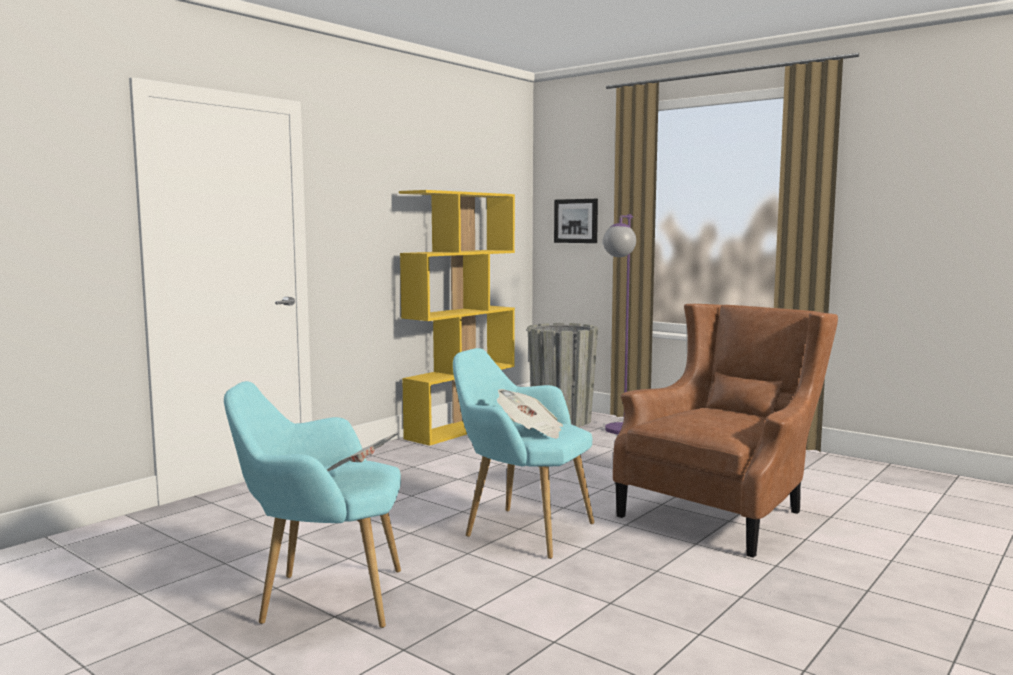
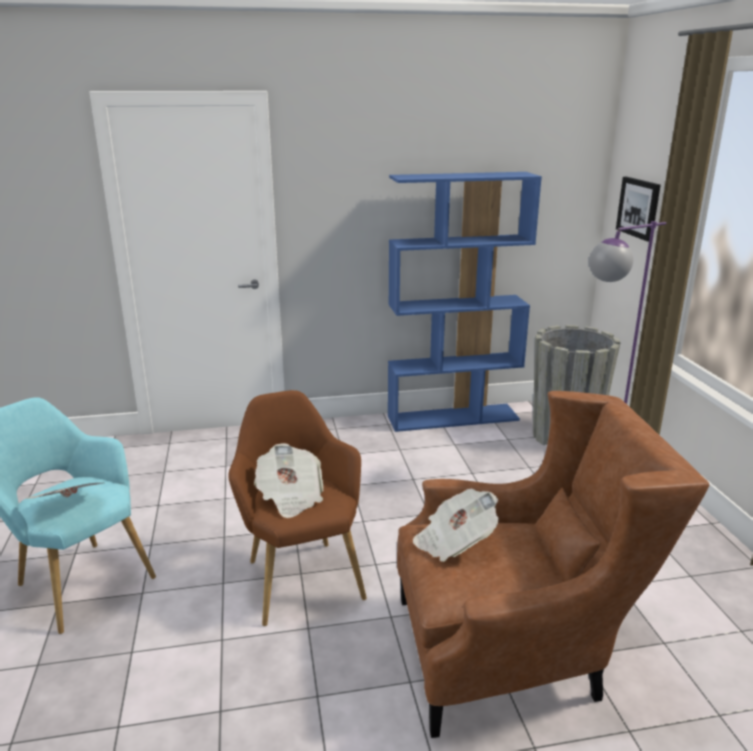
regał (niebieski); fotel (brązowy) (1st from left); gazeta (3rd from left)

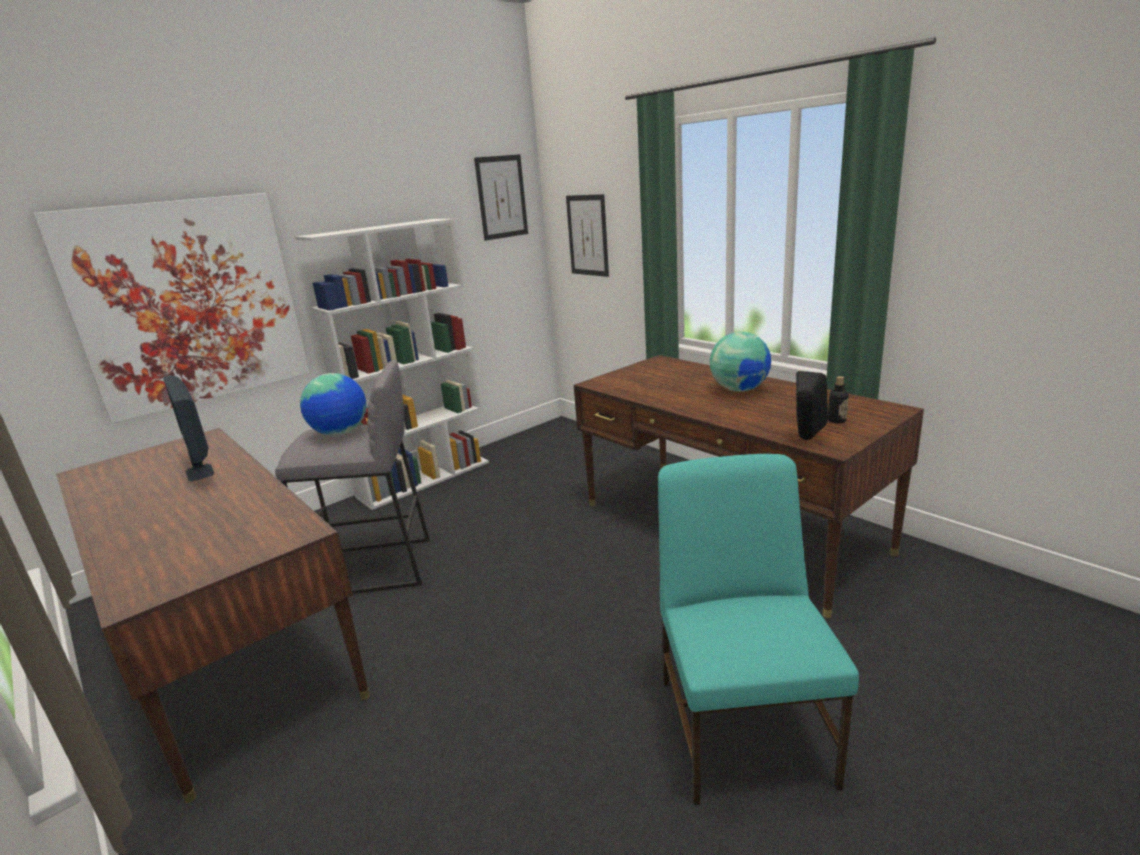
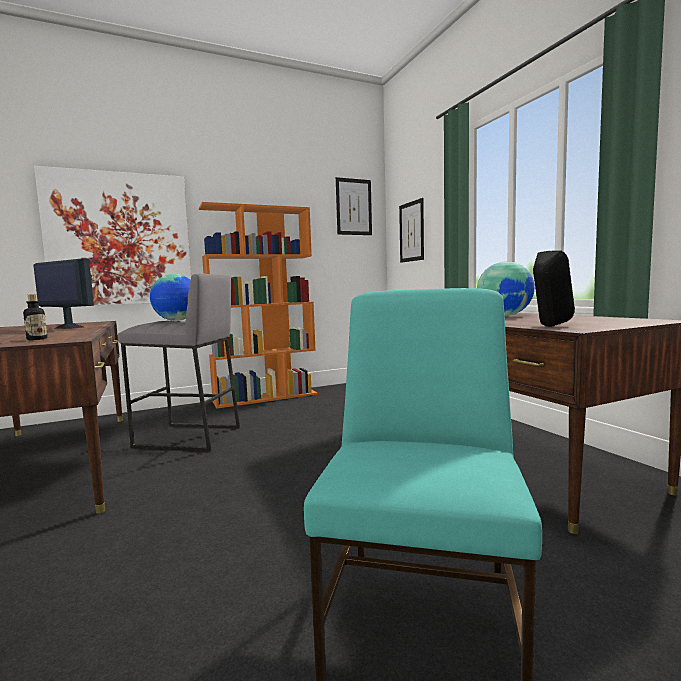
monitor; regał (pomarańczowy); butelka

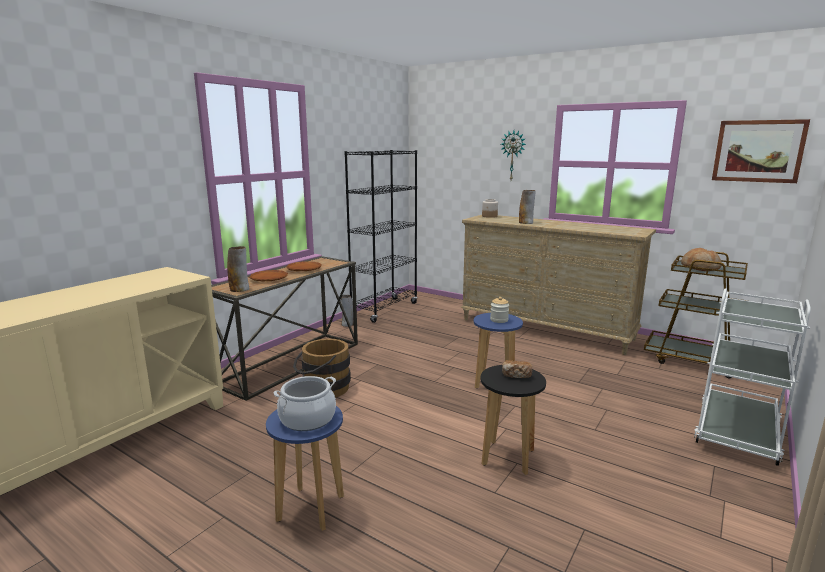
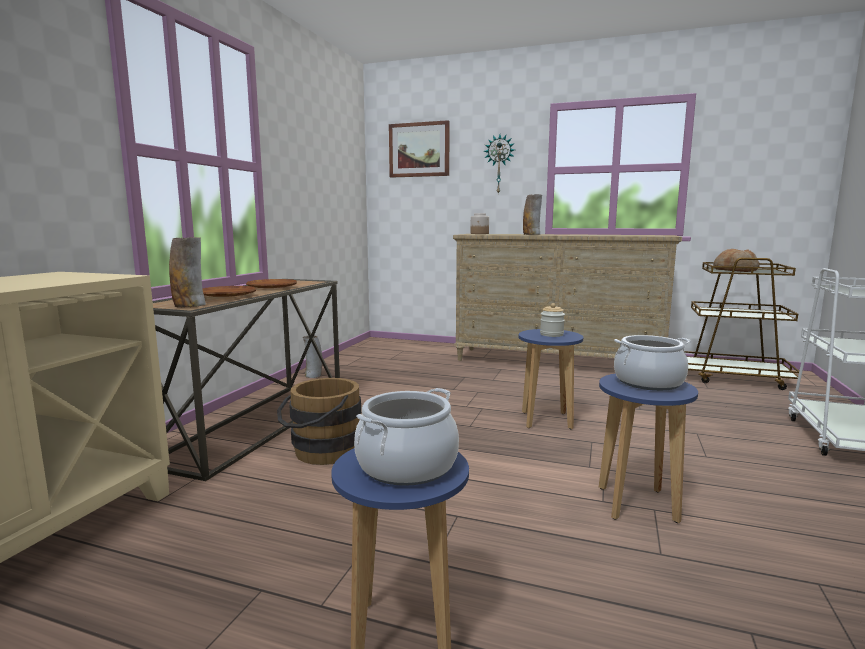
regał (czarny); stołek (niebieski) (3rd from left); garnek (2nd from left); obraz

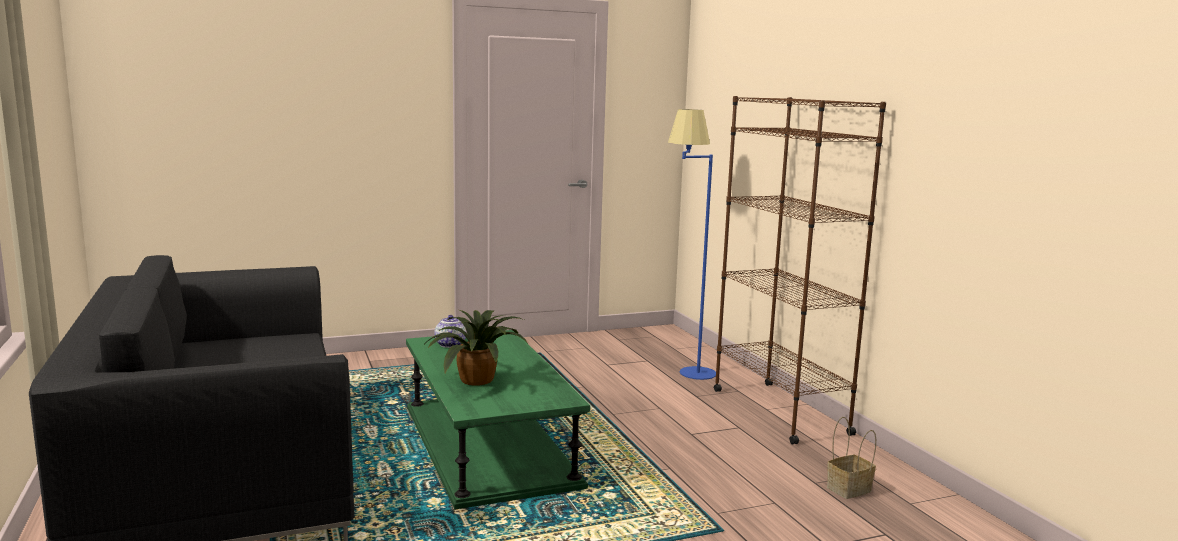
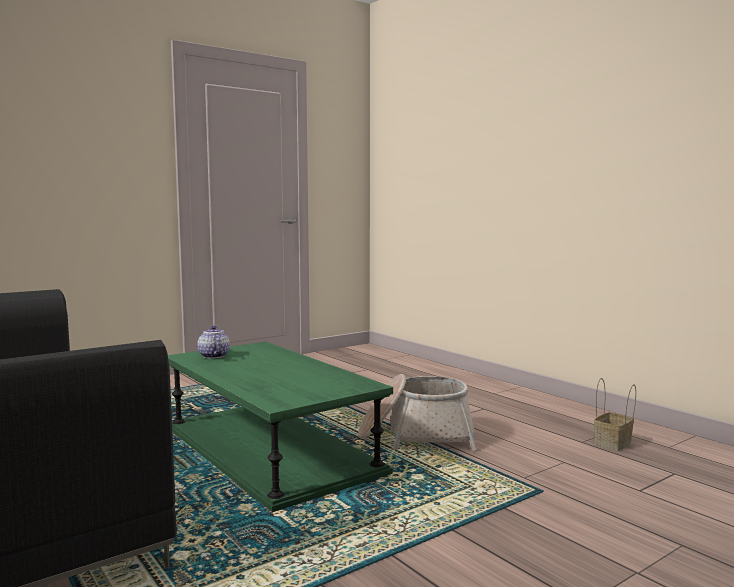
roślina doniczkowa; lampa stojąca (niebieski); regał (brązowy); koszyk (1st from left)

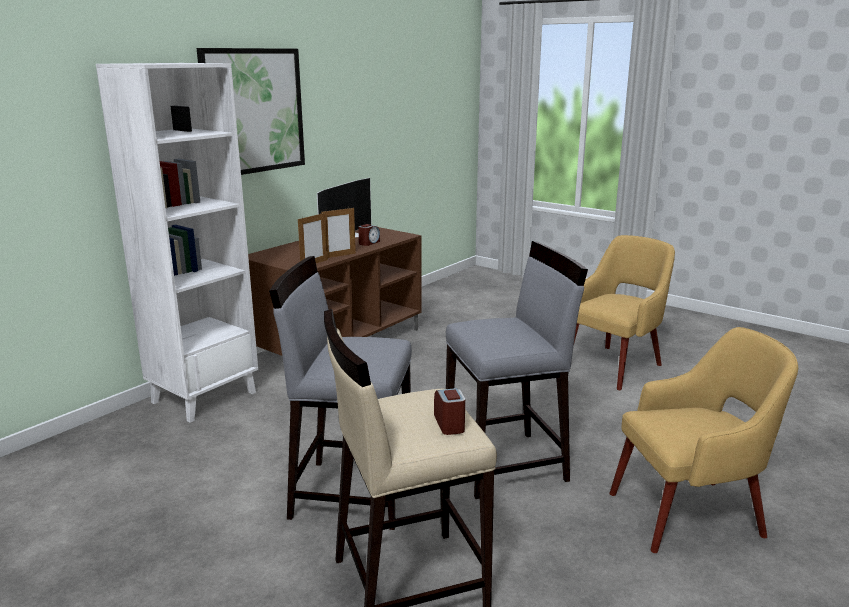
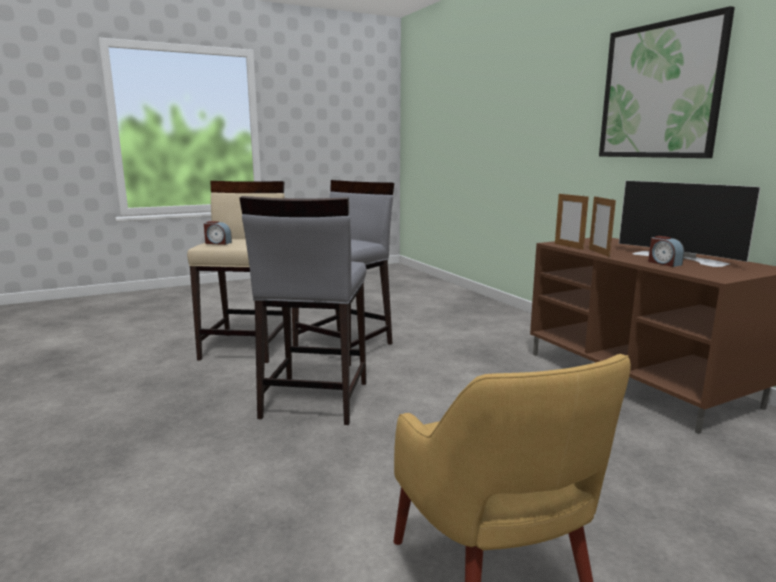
regał (biały); fotel (żółty) (2nd from left in the first image)

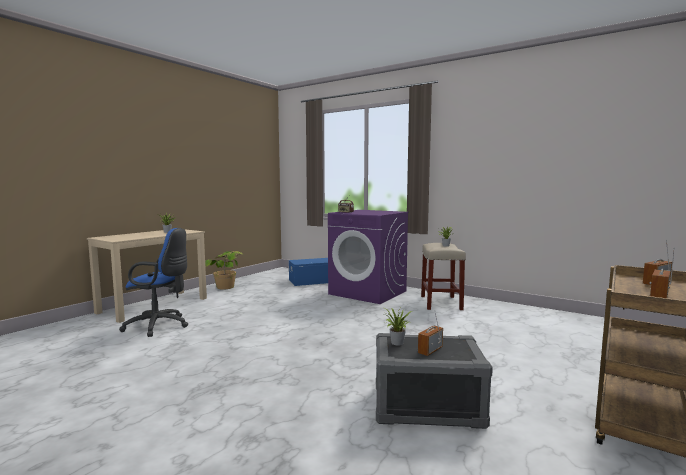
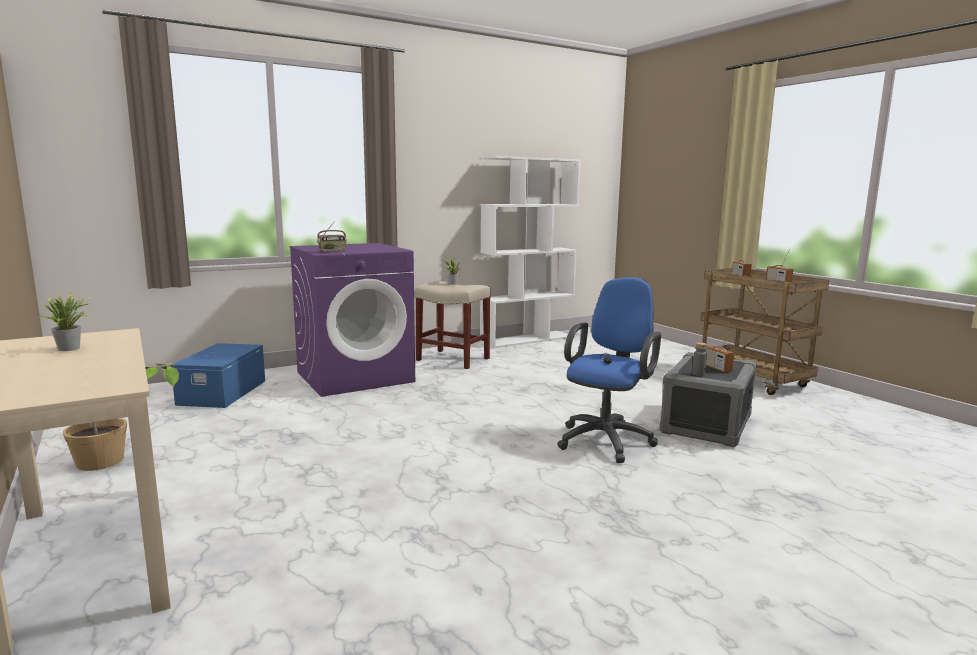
krzesło biurowe (niebieski); butelka (szary); regał (biały)

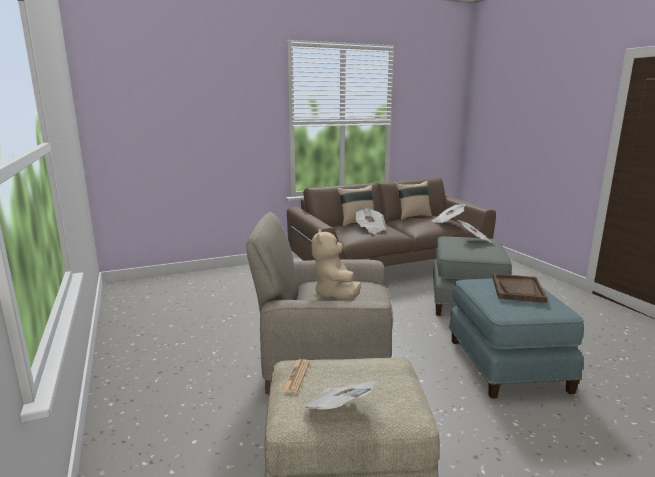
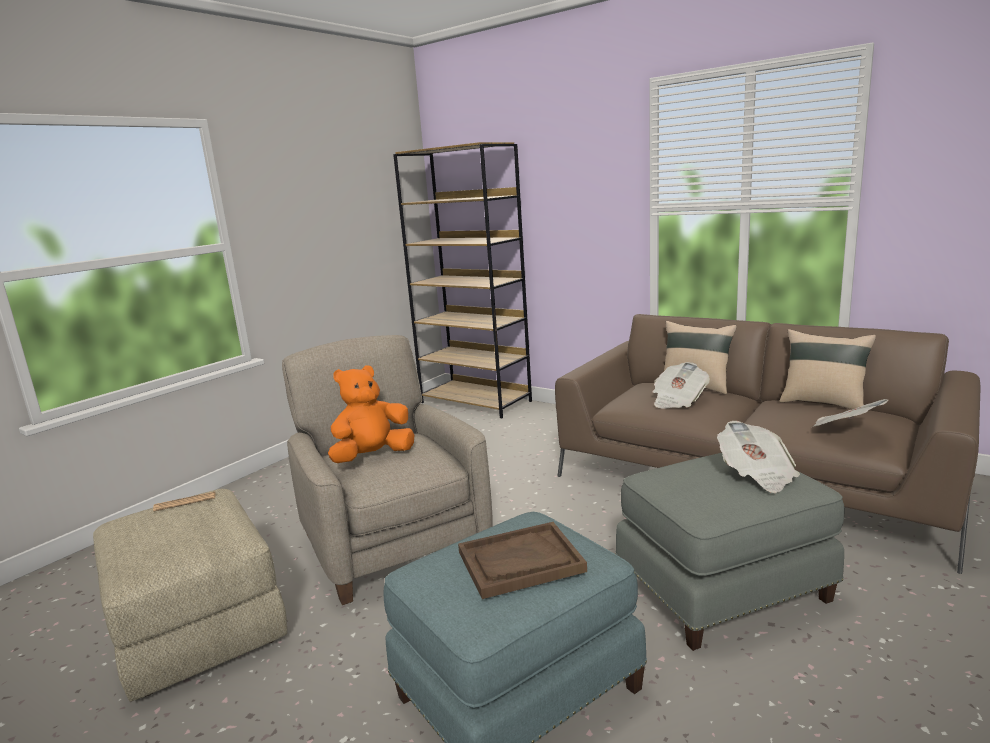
gazeta (2nd from left in the first image); pluszak (pomarańczowy); regał (brązowy)

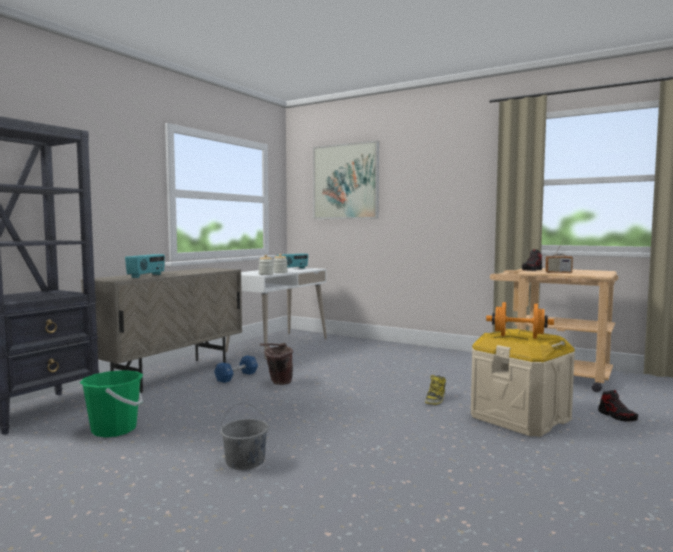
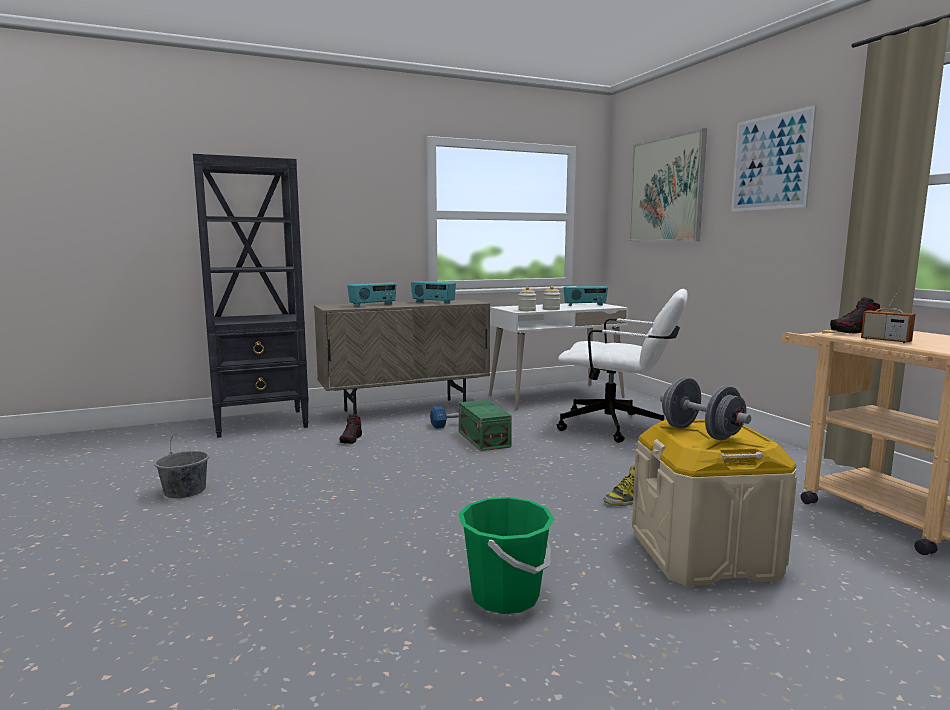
wiadro (zielony); wiadro (szary); pojemnik do przechowywania (zielony); hantel (szary); but (1st from left); radio (2nd from left); krzesło biurowe (biały); obraz (2nd from left)

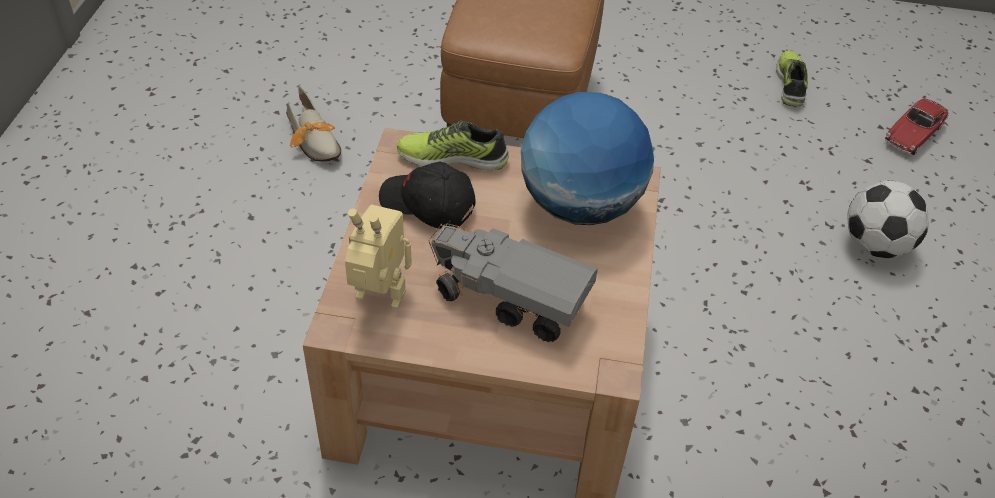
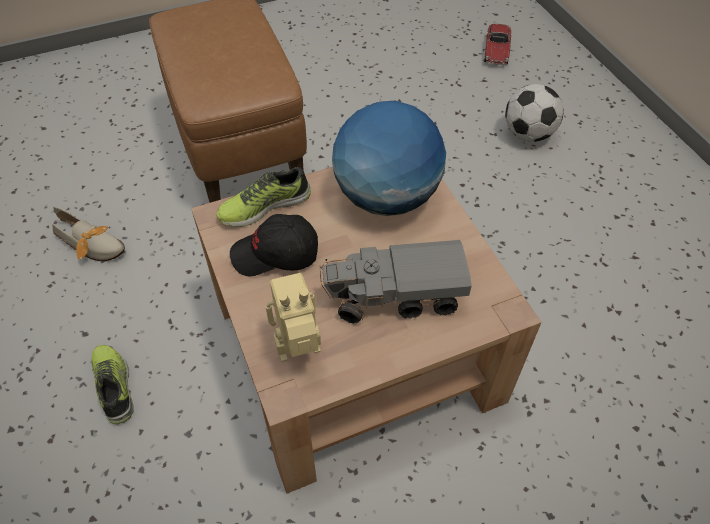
but (2nd from left)

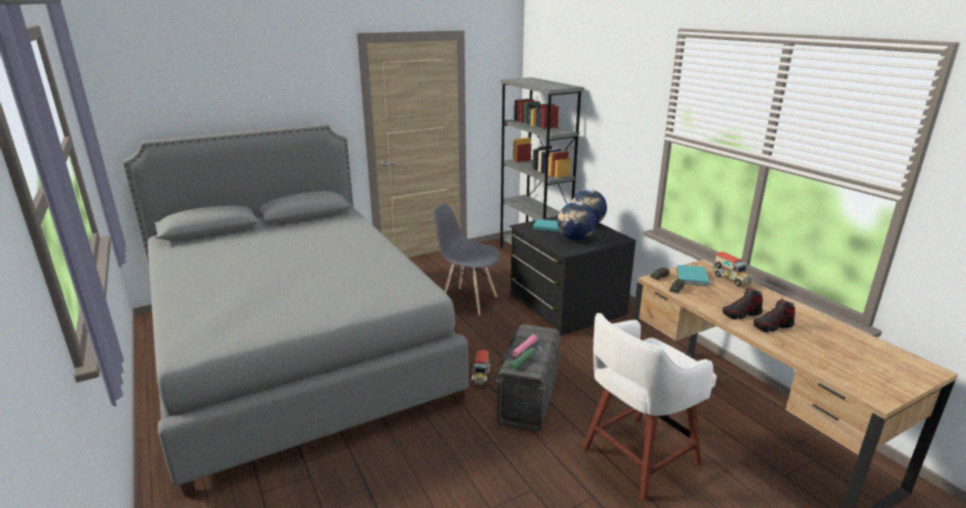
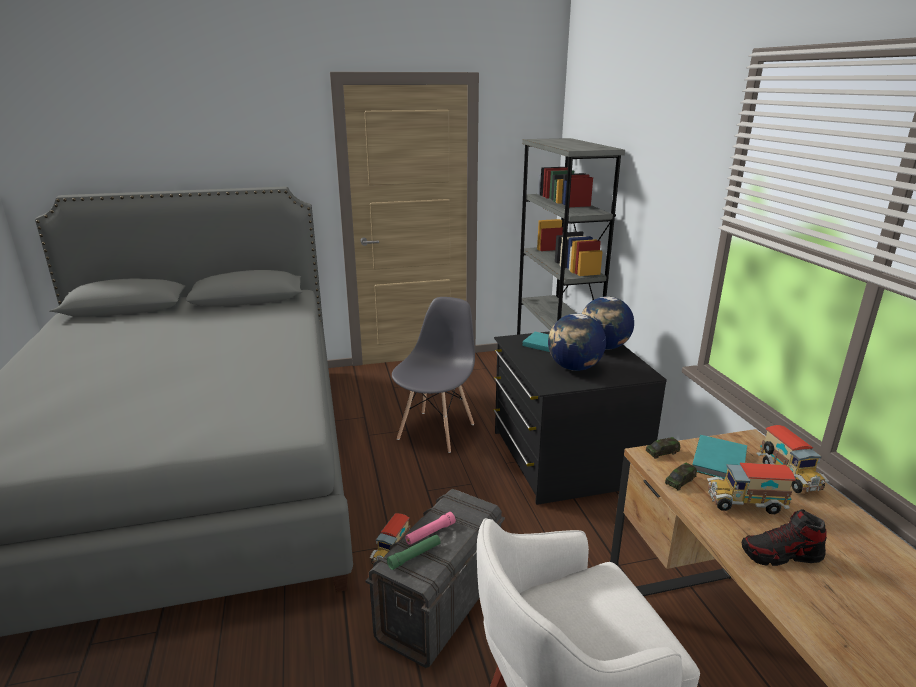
krzesło (szary); but (2nd from left in the first image); ciężarówka zabawkowa (2nd from left)

